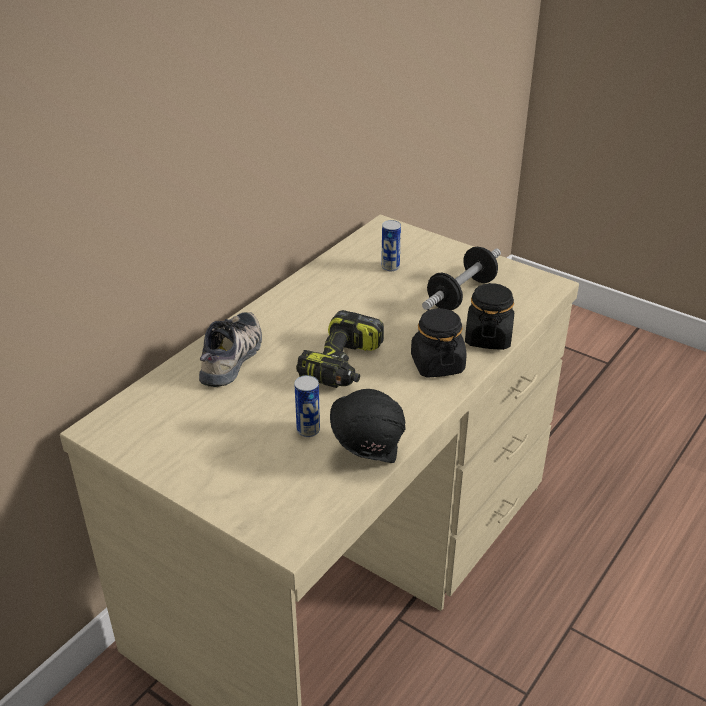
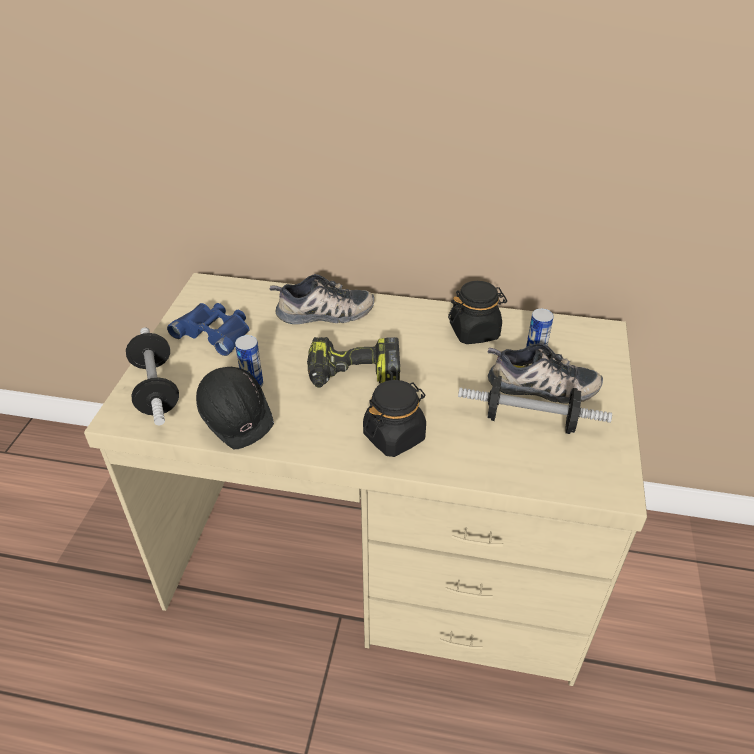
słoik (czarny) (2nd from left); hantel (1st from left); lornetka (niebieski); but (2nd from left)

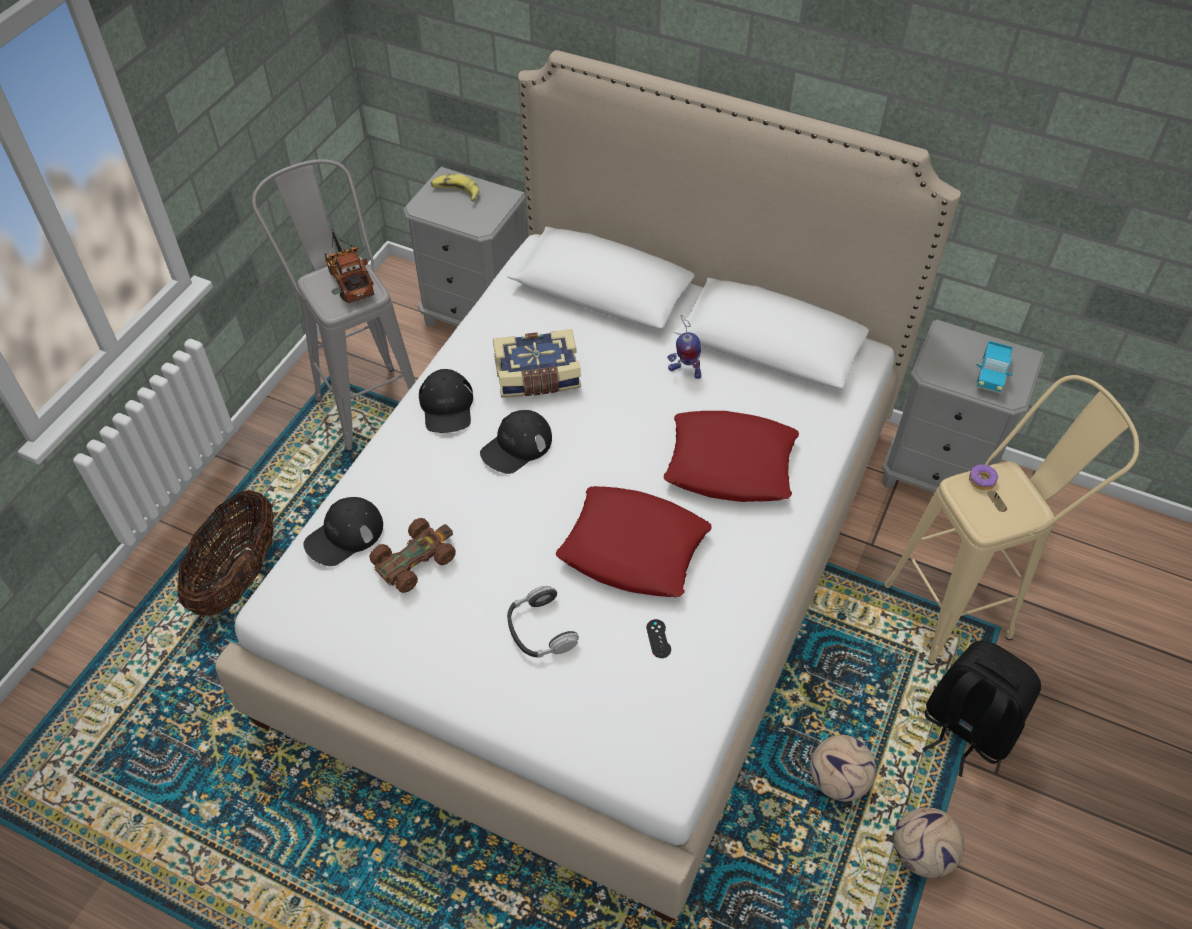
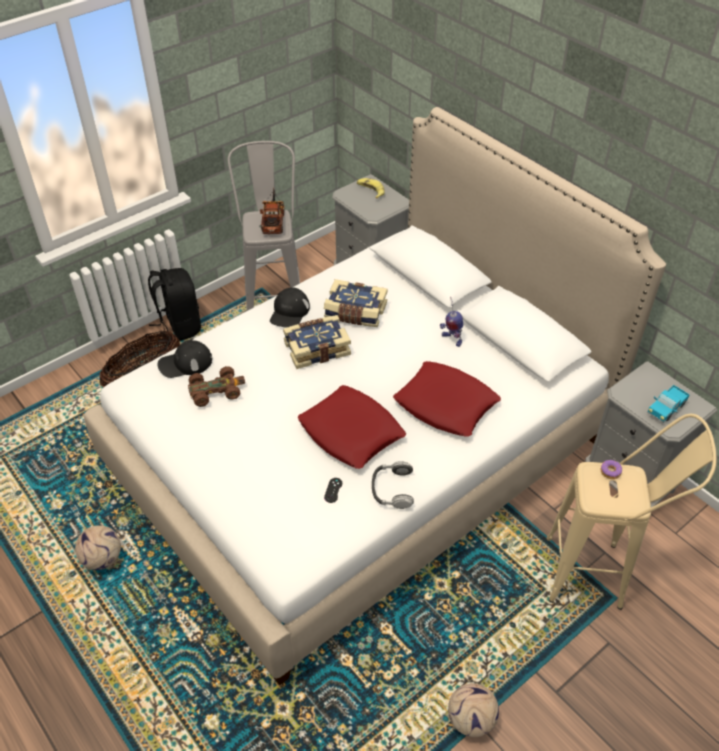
książka (1st from left); słuchawki; piłka futbolowa (1st from left); plecak (czarny)

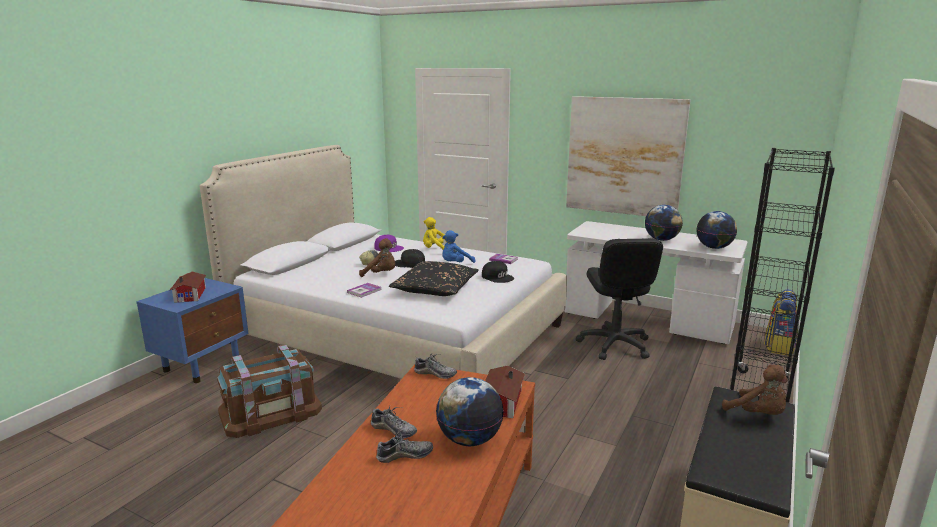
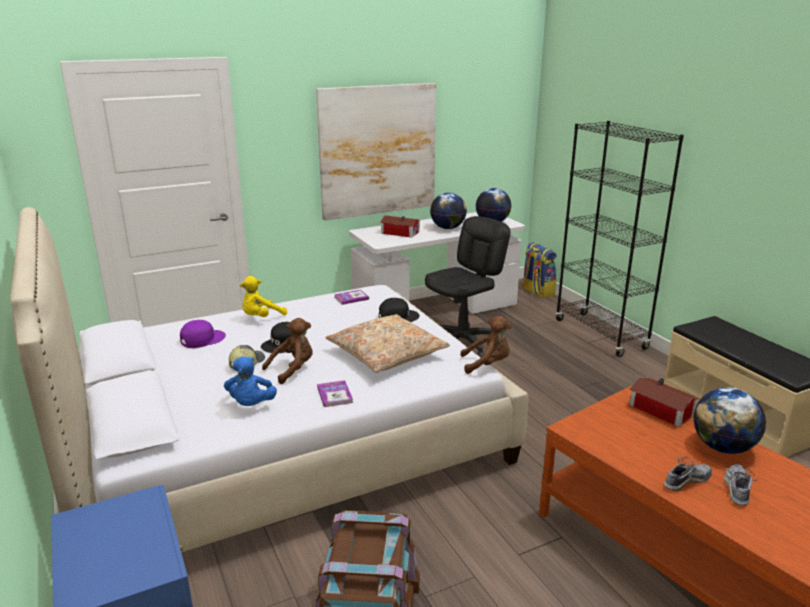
domek (1st from left); poduszka (beżowy); but (3rd from left in the first image); pluszak (niebieski); krzesło biurowe (czarny); pluszak (brązowy) (2nd from left)

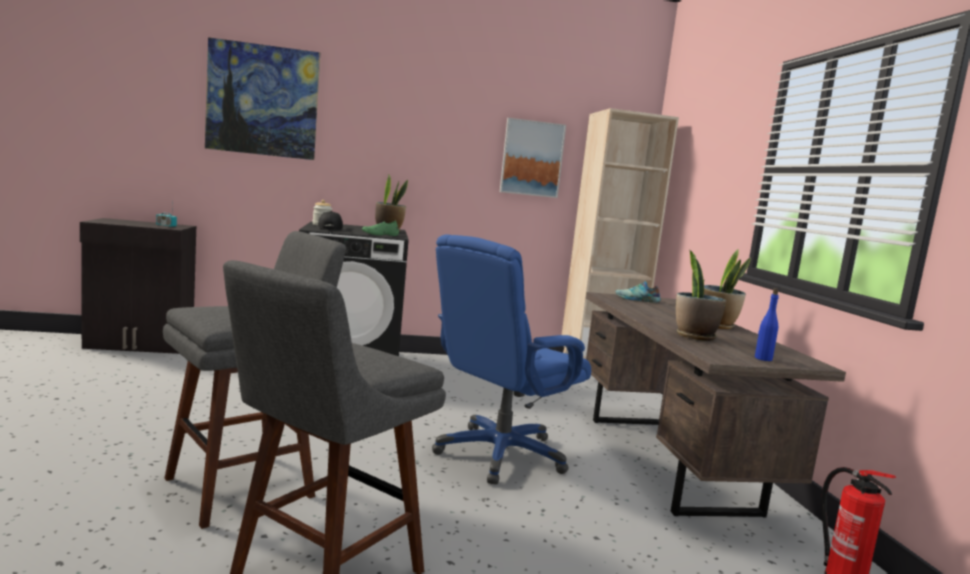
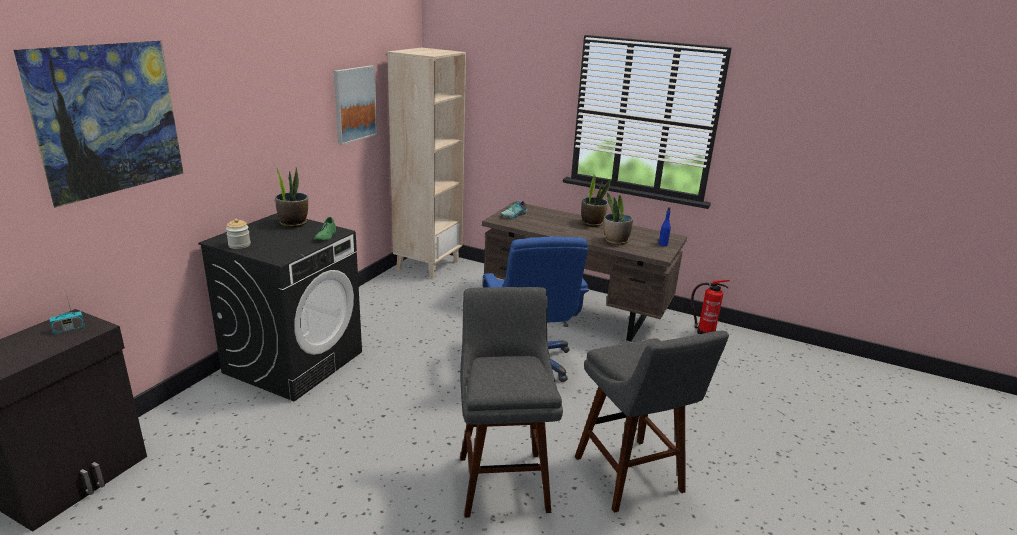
czapka z daszkiem (czarny)

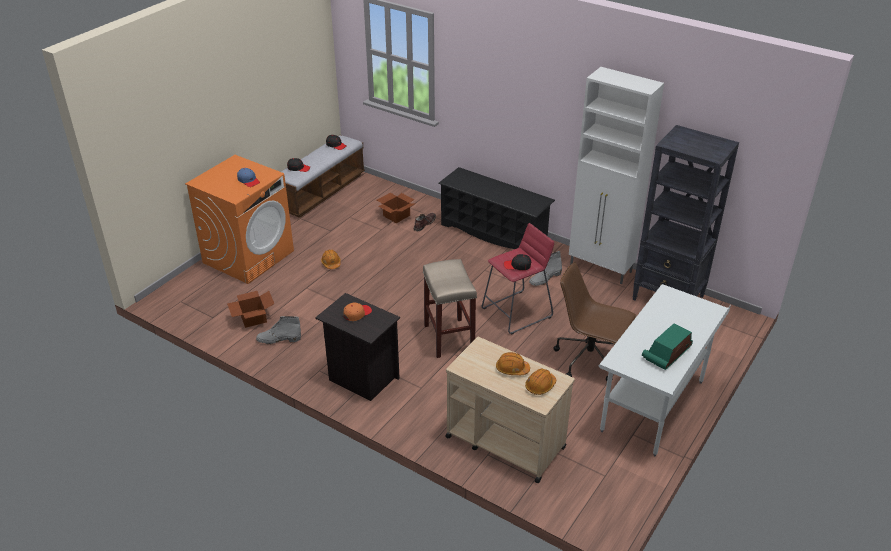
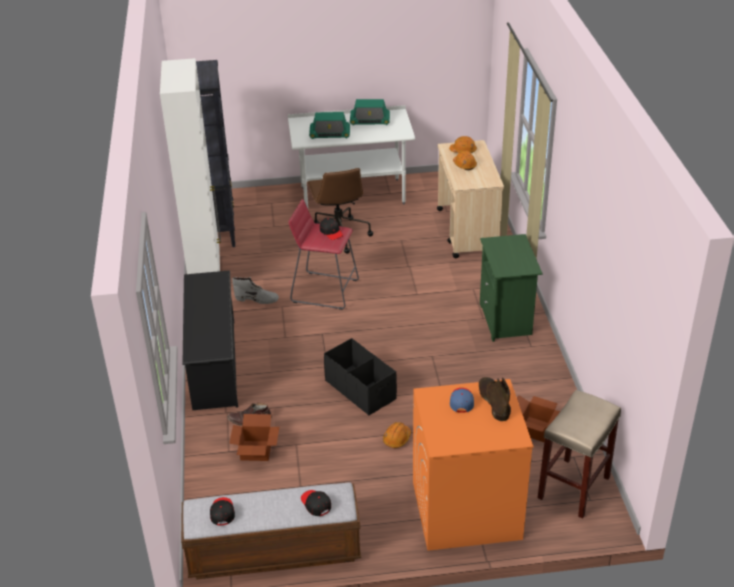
but z cholewką (szary) (1st from left in the first image); szafka nocna (zielony); czapka z daszkiem (pomarańczowy); stołek (beżowy); radio (1st from left); pojemnik do przechowywania (czarny); but z cholewką (brązowy) (2nd from left)

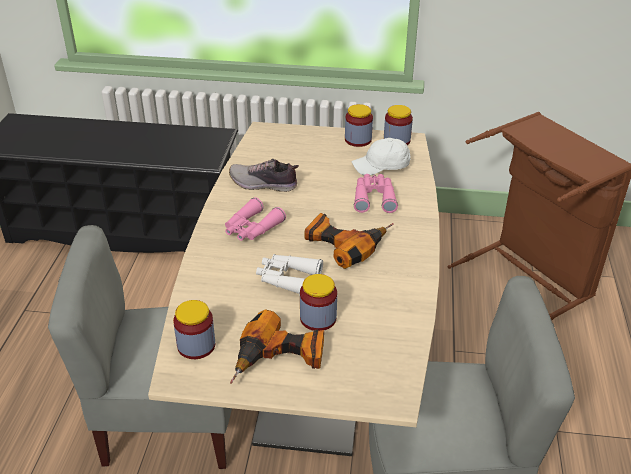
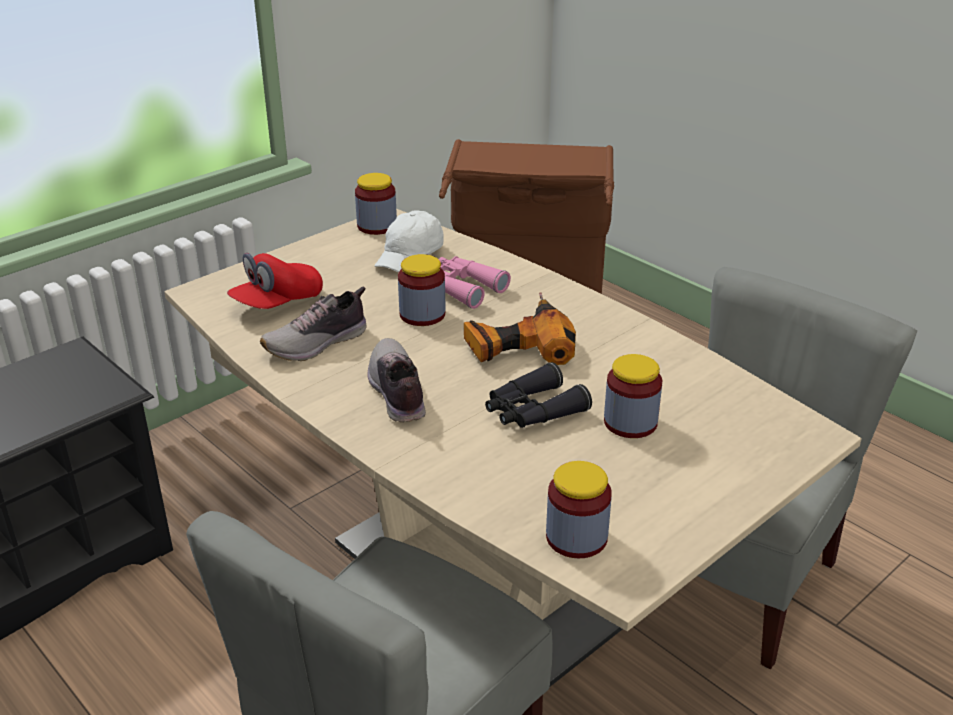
but (2nd from left); wiertarka (1st from left in the first image); lornetka (czarny); słoik (2nd from left); czapka z daszkiem (czerwony)

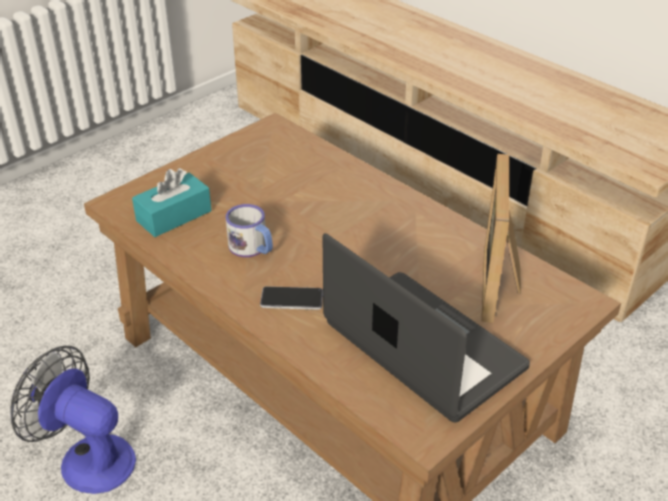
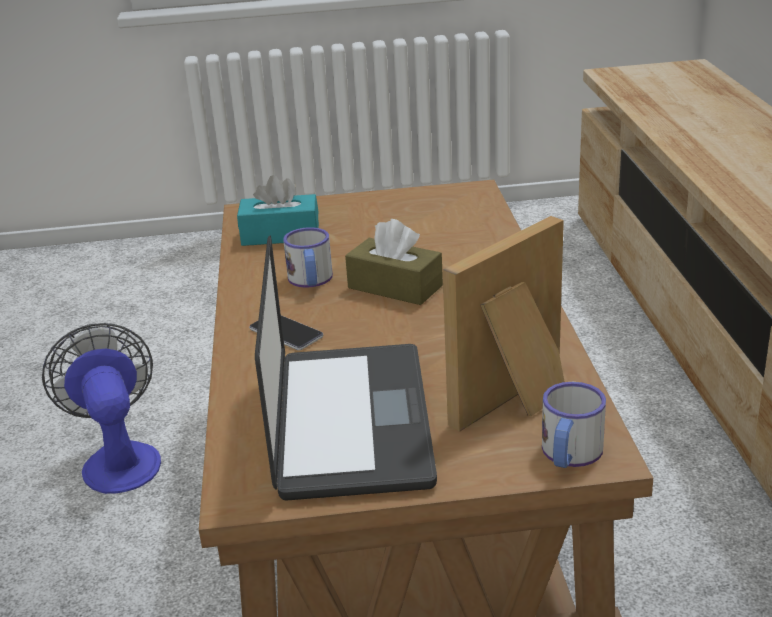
pudełko chusteczek (brązowy); kubek (2nd from left)

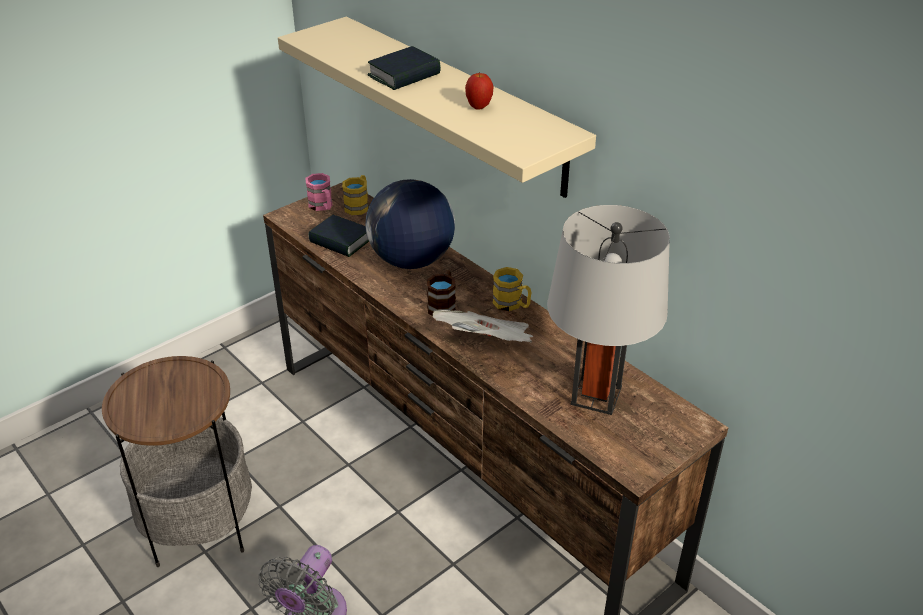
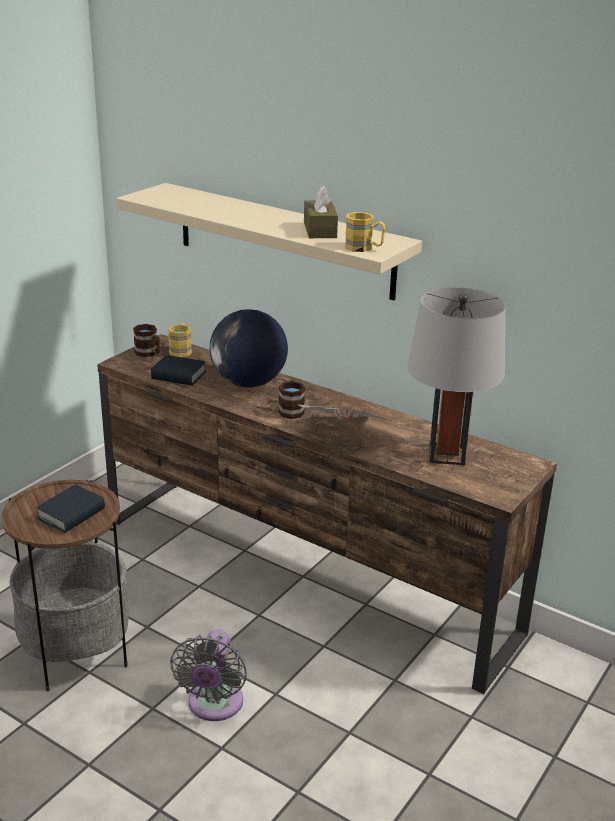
kubek (brązowy) (1st from left); książka (1st from left); pudełko chusteczek (brązowy); kubek (żółty) (2nd from left)

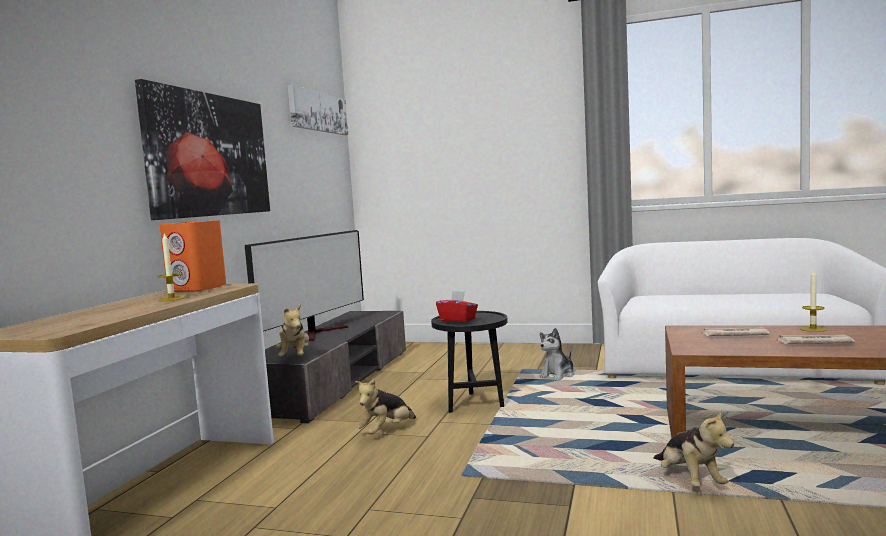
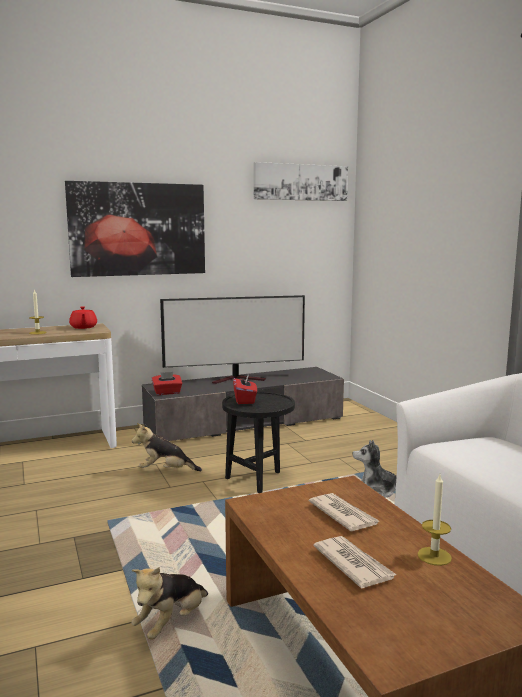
imbryk (czerwony); pudełko chusteczek (czerwony) (1st from left)

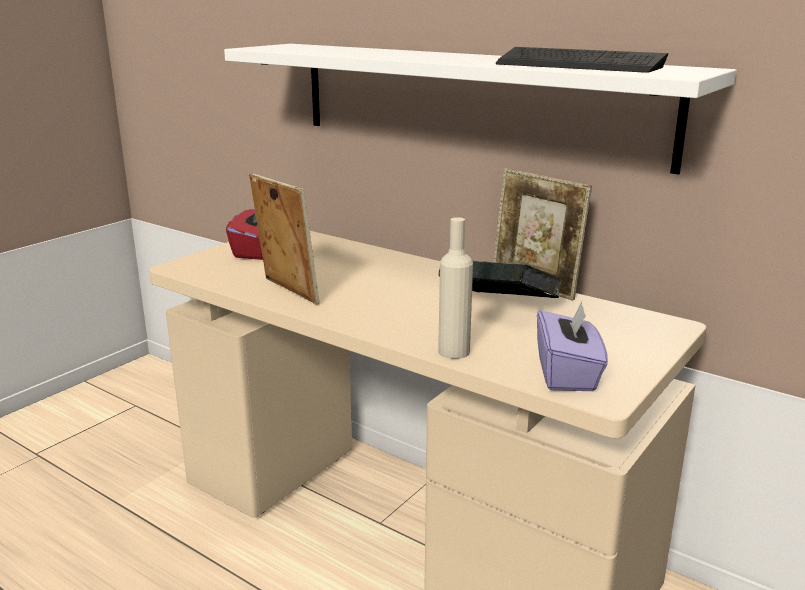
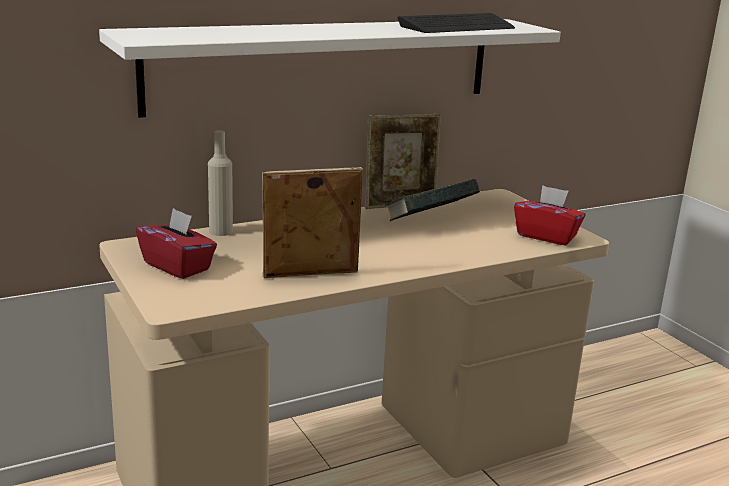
butelka (beżowy); pudełko chusteczek (czerwony) (2nd from left)

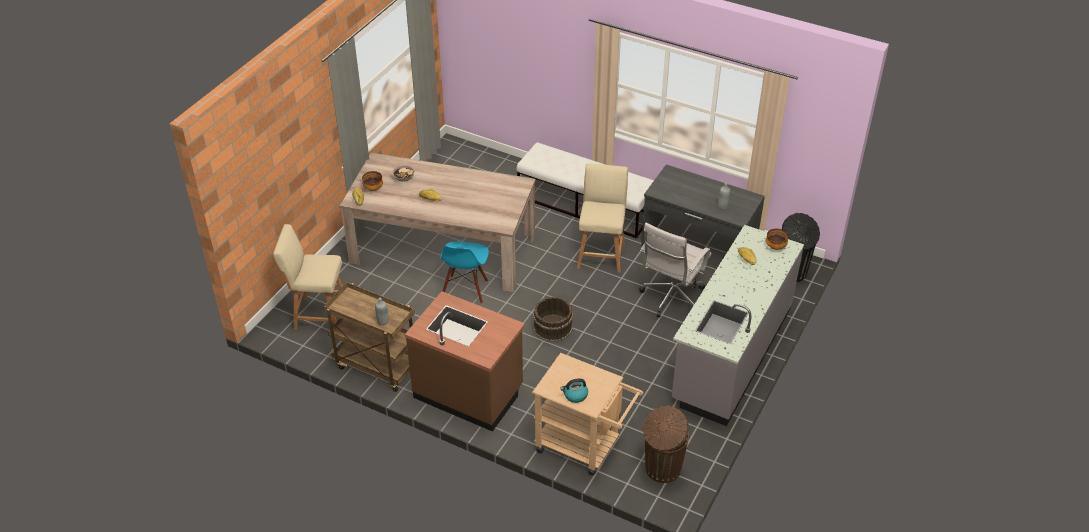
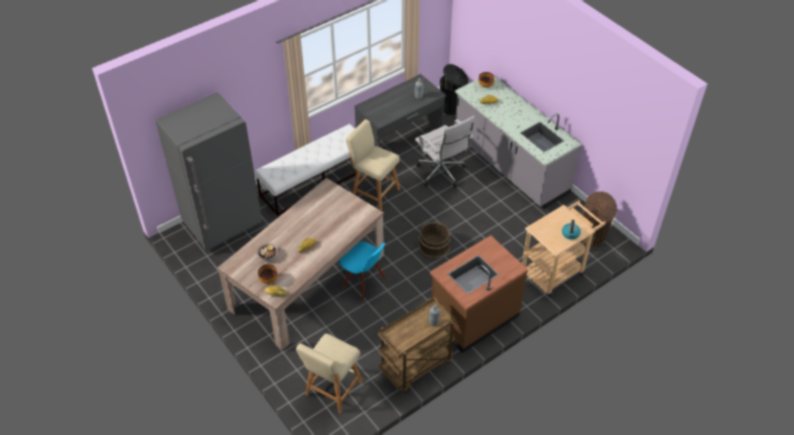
lodówka (szary)

